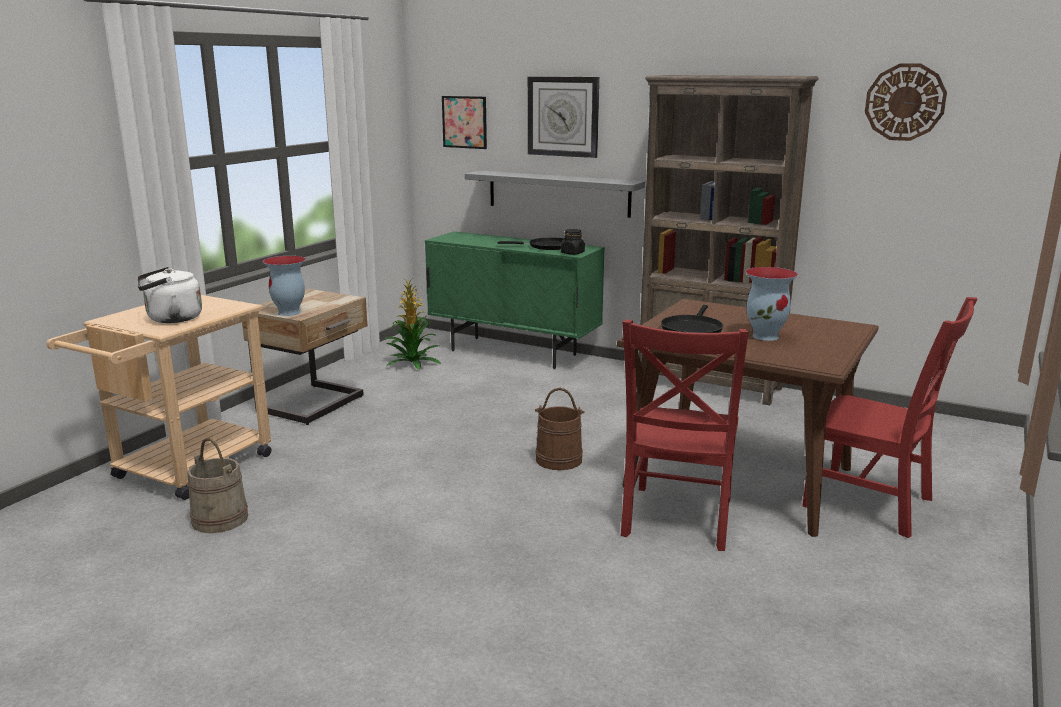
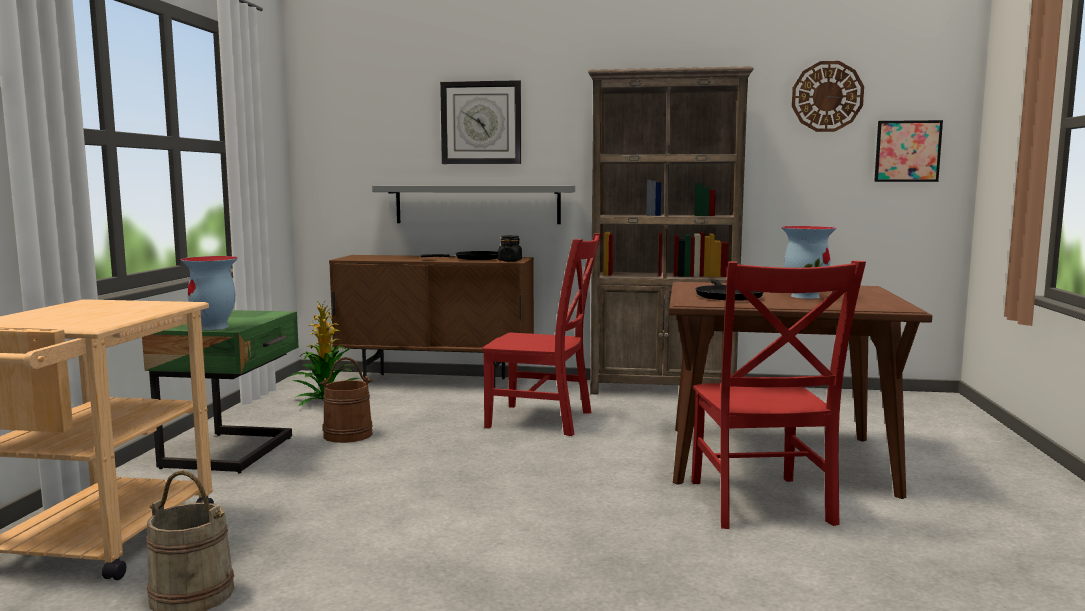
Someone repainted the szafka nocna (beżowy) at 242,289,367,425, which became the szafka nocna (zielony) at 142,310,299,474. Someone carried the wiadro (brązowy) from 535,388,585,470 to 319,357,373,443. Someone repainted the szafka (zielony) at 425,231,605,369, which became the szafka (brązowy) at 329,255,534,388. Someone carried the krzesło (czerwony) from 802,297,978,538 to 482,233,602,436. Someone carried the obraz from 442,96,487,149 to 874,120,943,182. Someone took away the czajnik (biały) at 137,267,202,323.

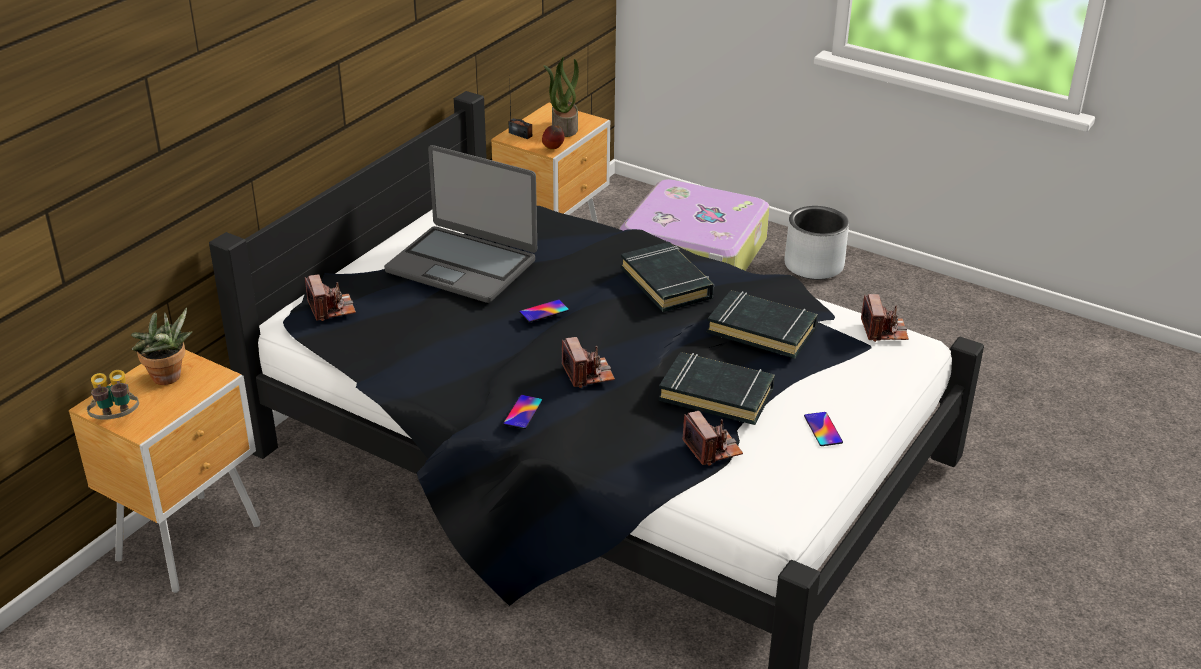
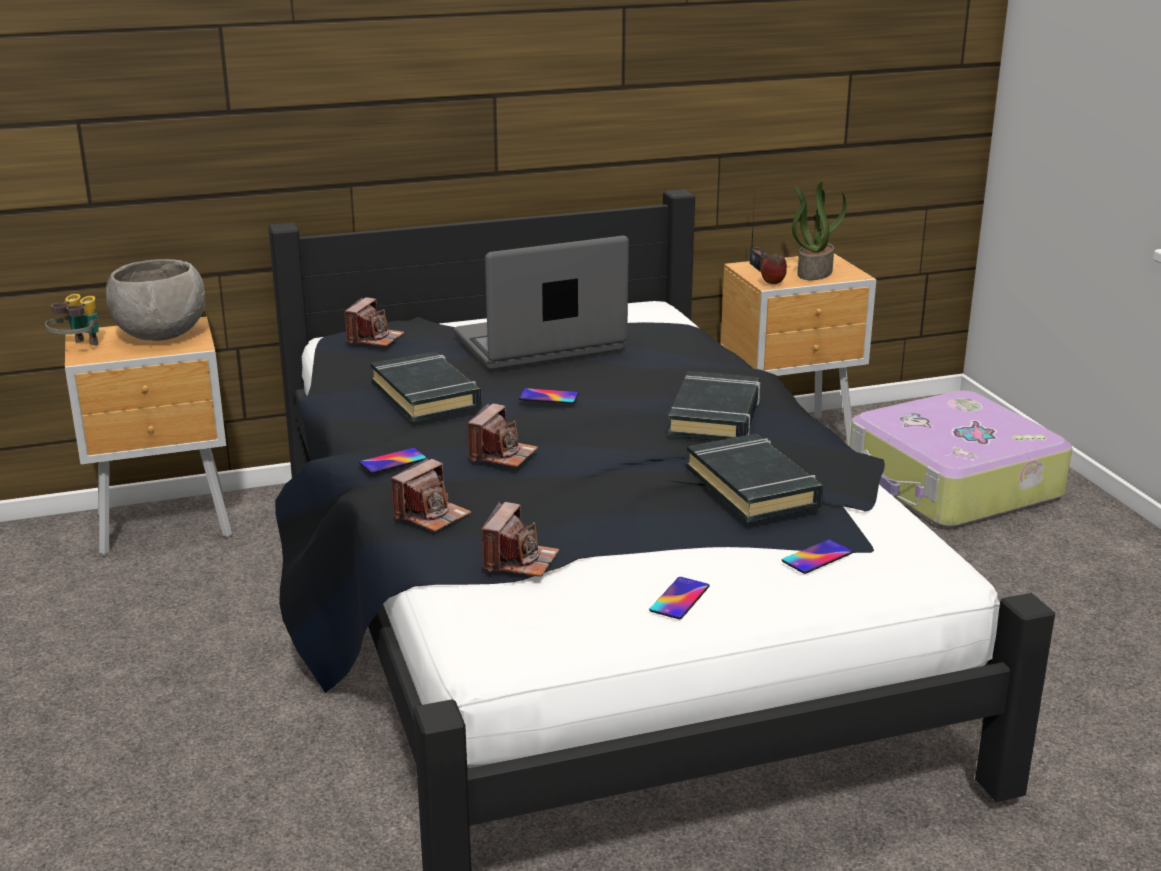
Someone swapped the roślina doniczkowa at 131,308,193,385 for the miska (szary) at 106,259,205,341. Someone carried the książka (czarny) from 658,352,775,425 to 371,352,482,422. Someone carried the aparat fotograficzny from 861,294,909,342 to 390,458,471,532. Someone rotated the laptop at 384,145,537,303 by 90 degrees clockwise. Someone put down the telefon at 782,539,853,574. Someone took away the donica (szary) at 785,206,849,280.

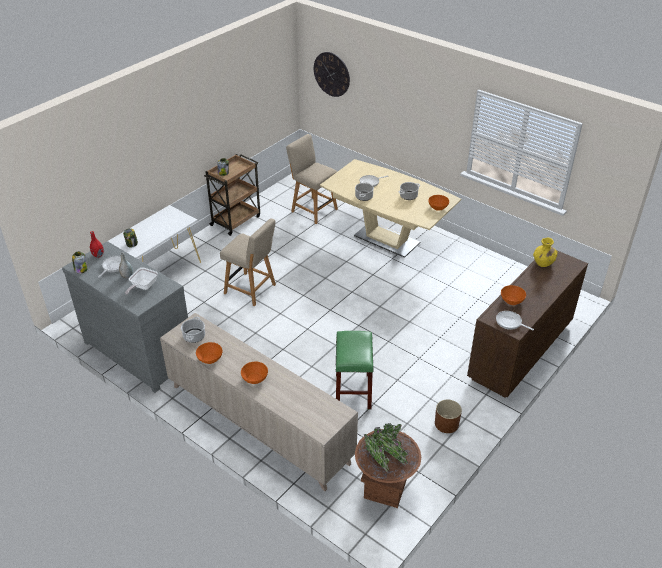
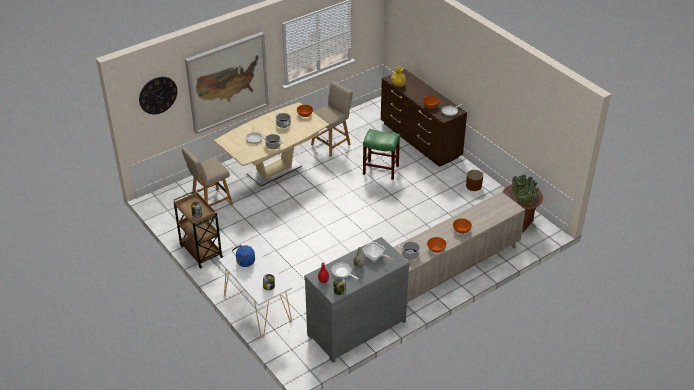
Someone put up the obraz at 185,32,269,134. Someone put down the czajnik (niebieski) at 232,245,255,267. Someone carried the krzesło (beżowy) from 220,219,276,306 to 311,81,353,157. Someone carried the stołek (zielony) from 336,331,374,410 to 363,129,400,180.

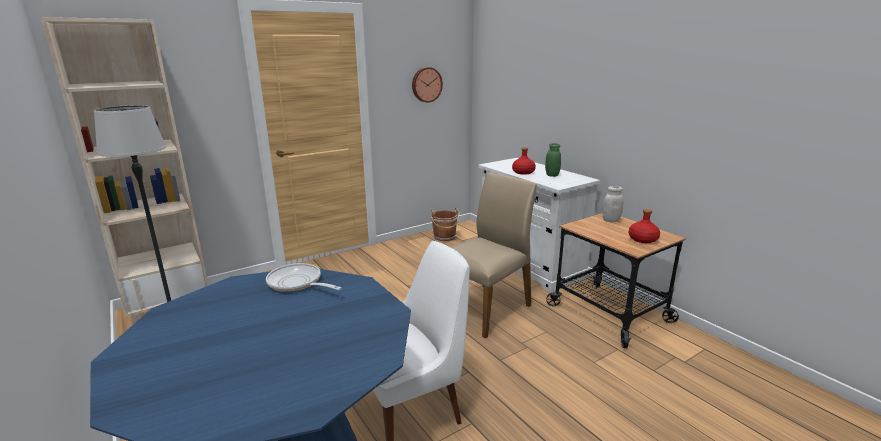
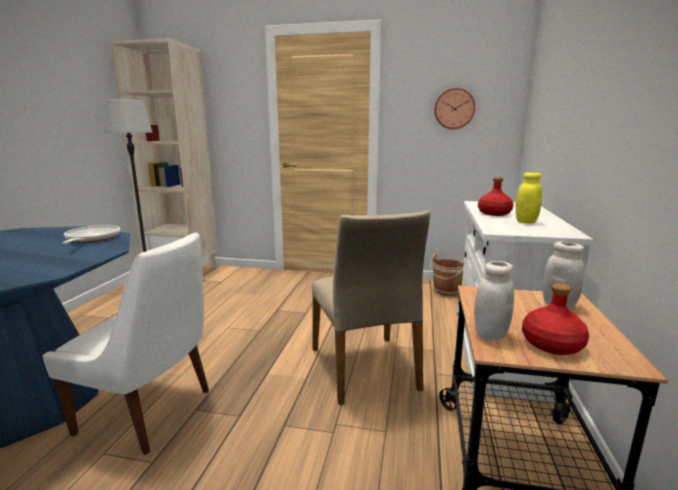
Someone rotated the krzesło (beżowy) at 451,173,537,338 by 75 degrees clockwise. Someone put down the słoik (biały) at 474,261,514,340. Someone repainted the słoik (zielony) at 545,143,561,177, which became the słoik (żółty) at 516,172,542,223.

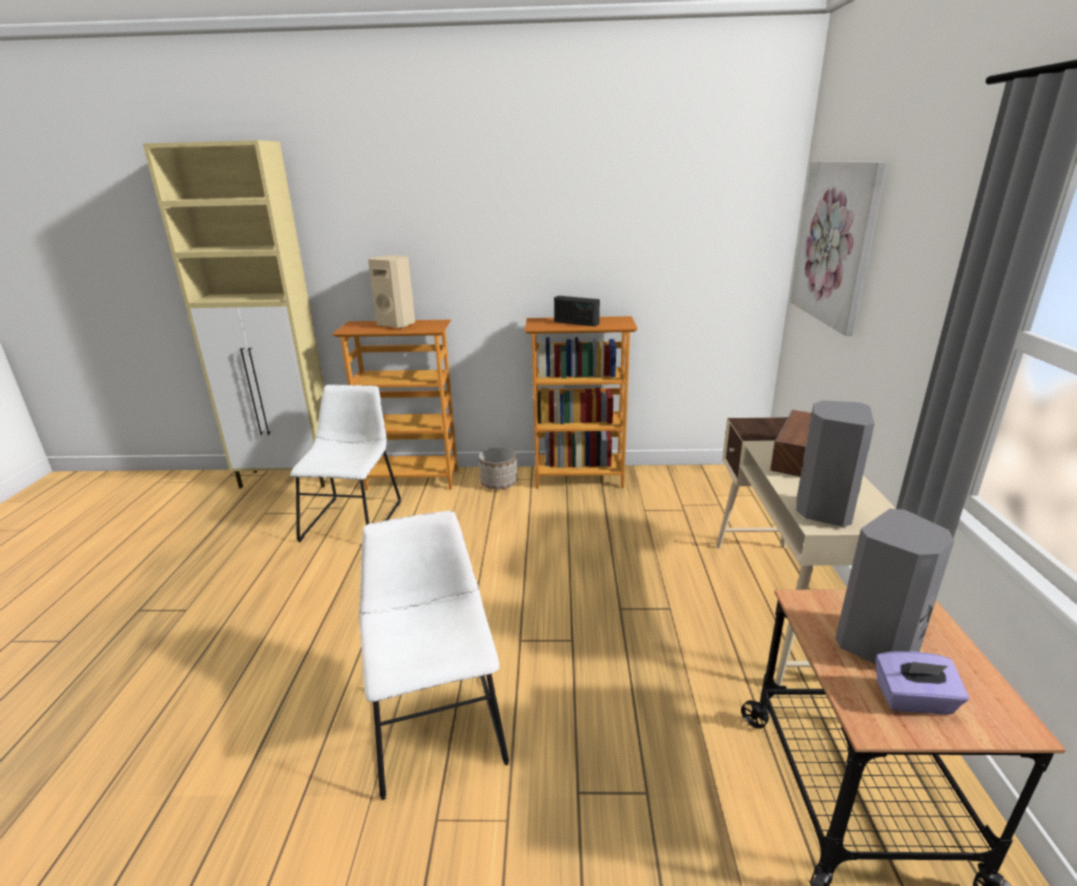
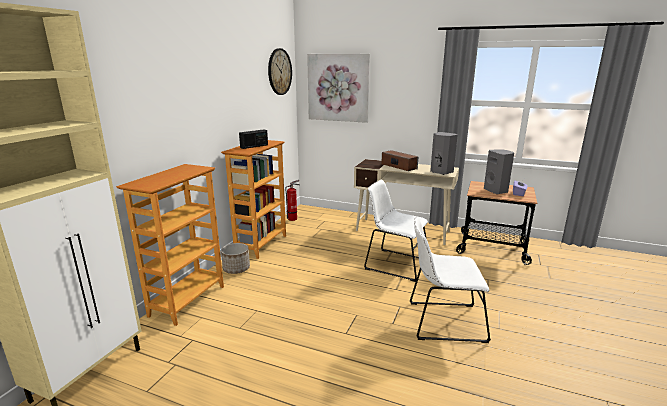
Someone put up the zegar ścienny at 268,48,292,95. Someone put down the gaśnica at 285,180,300,221. Someone carried the krzesło (biały) from 290,385,401,542 to 364,180,428,282. Someone took away the głośnik (beżowy) at 368,255,415,328.

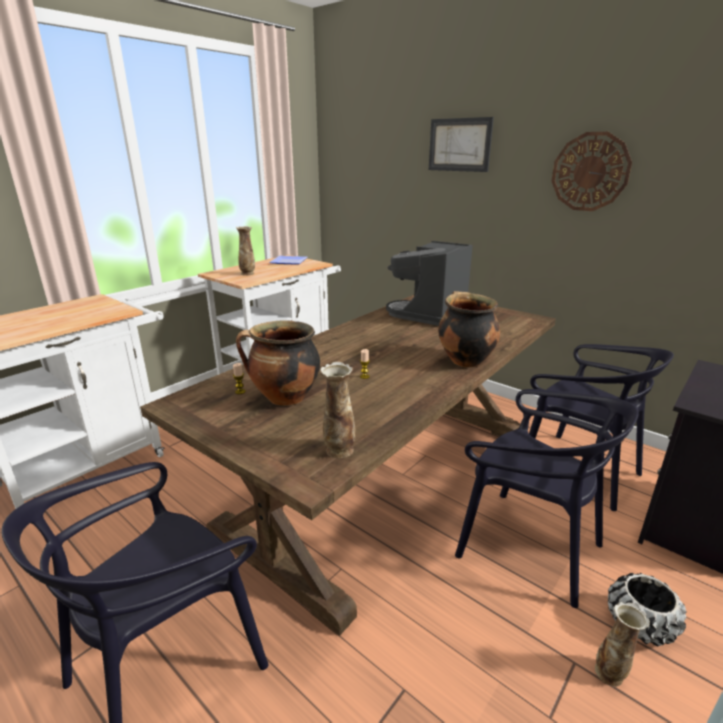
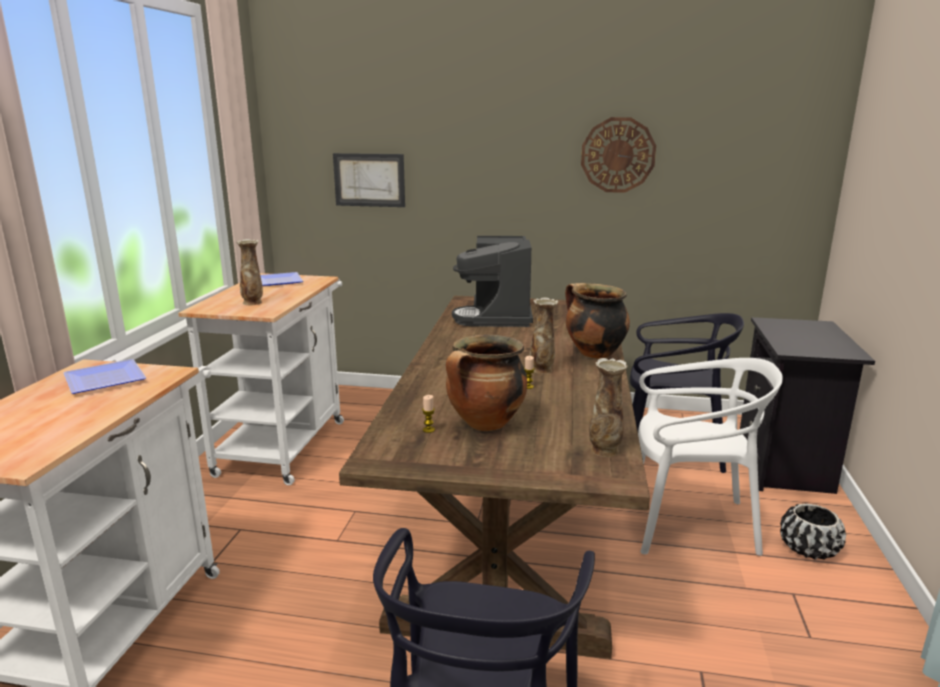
Someone put down the talerz at 64,359,146,394. Someone carried the obraz from 429,117,494,172 to 333,153,405,207. Someone carried the wazon from 595,602,650,687 to 530,298,558,374. Someone repainted the krzesło (czarny) at 455,389,639,608, which became the krzesło (biały) at 638,358,783,556.

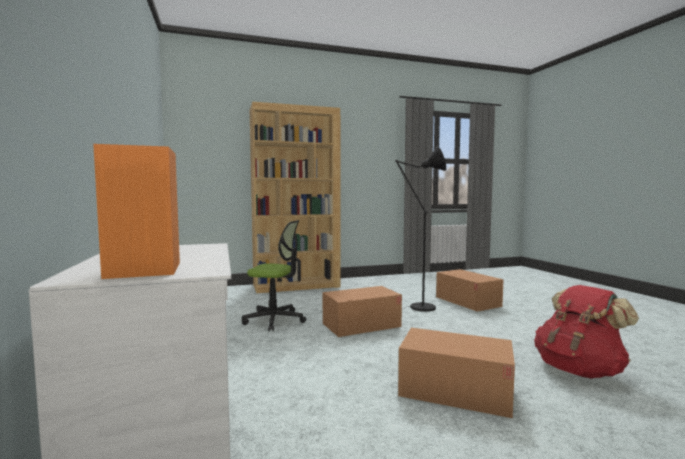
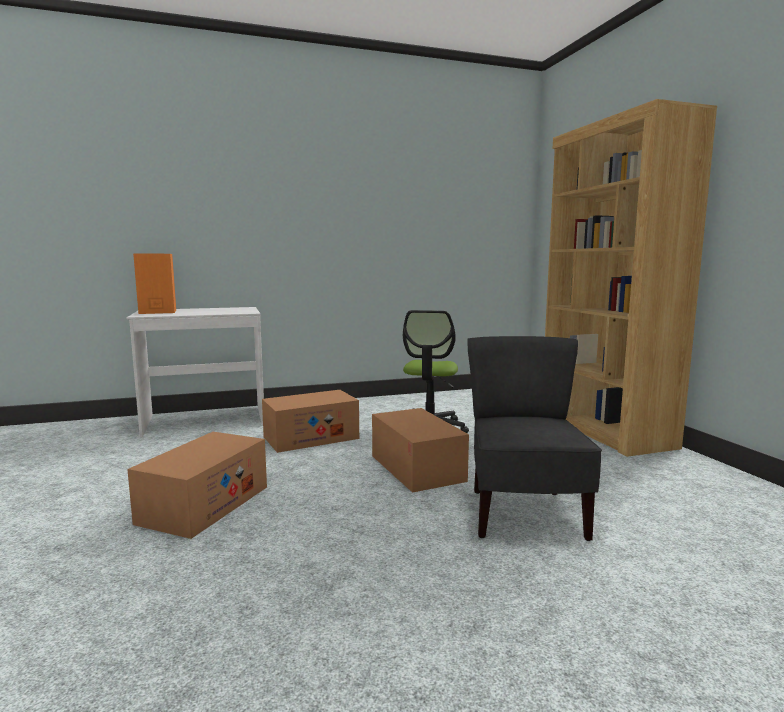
Someone carried the karton from 436,269,504,312 to 262,390,359,453. Someone swapped the lampa stojąca (czarny) at 395,146,446,312 for the krzesło (szary) at 467,336,602,541. Someone took away the plecak (czerwony) at 534,285,639,379.

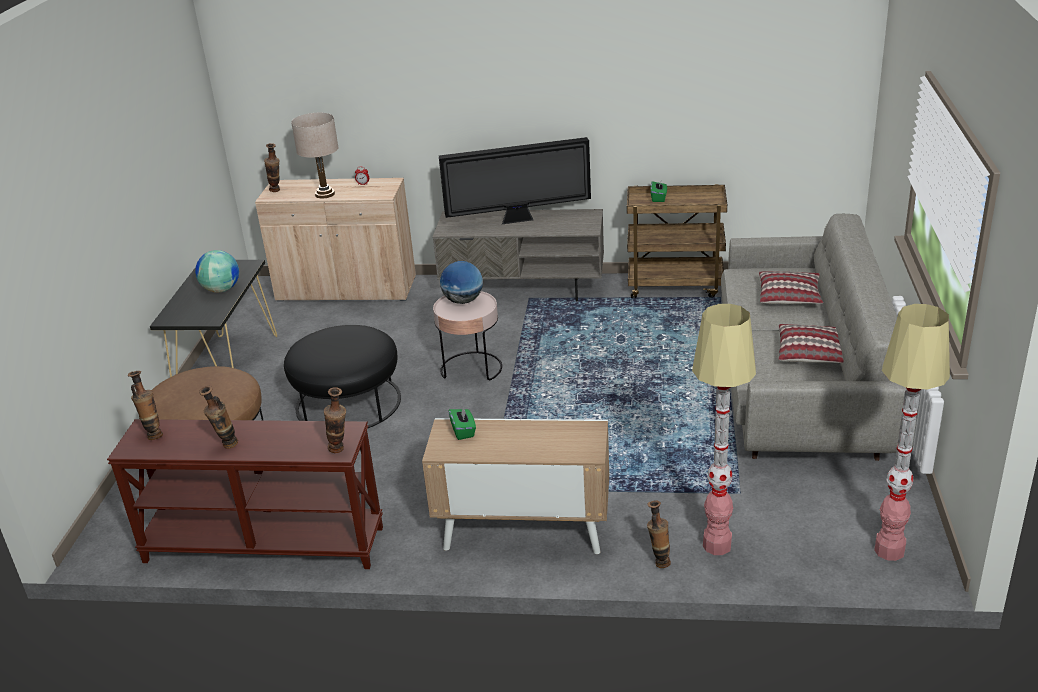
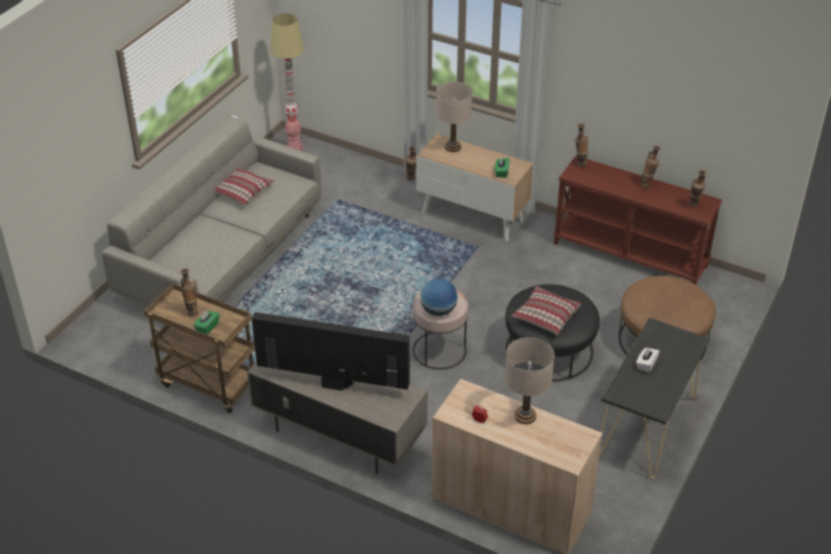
Someone carried the wazon from 264,143,280,192 to 180,268,198,316. Someone put down the lampa stołowa (beżowy) at 436,82,472,152. Someone carried the poduszka from 759,271,823,304 to 512,286,581,335. Someone swapped the globus at 195,250,239,293 for the pudełko chusteczek (biały) at 636,347,660,373. Someone took away the lampa stojąca at 692,304,756,555.

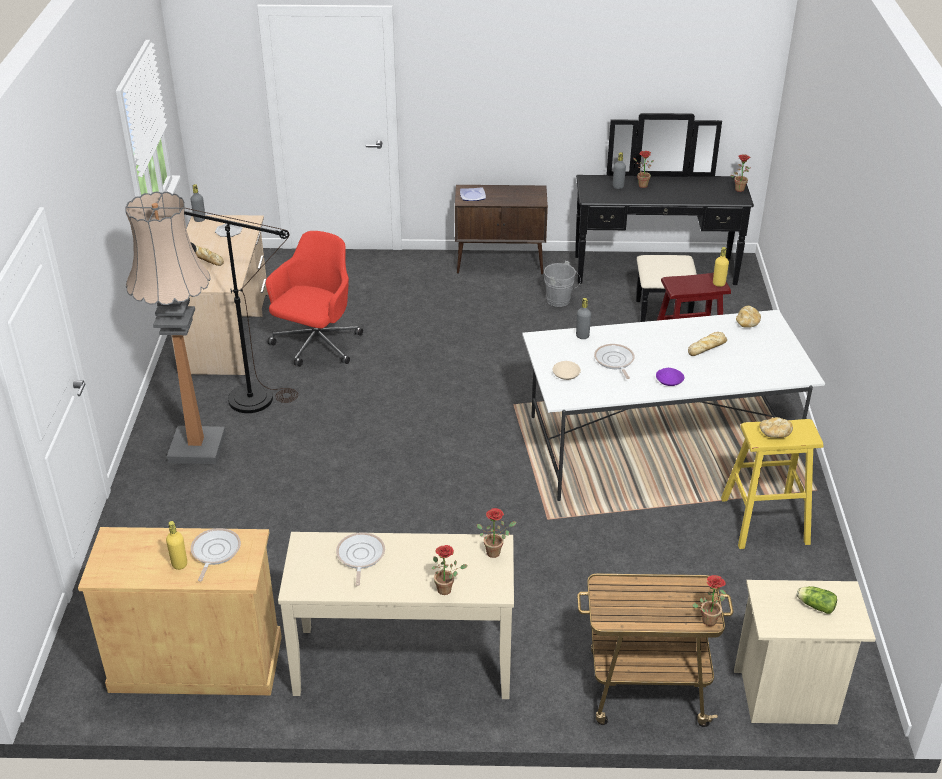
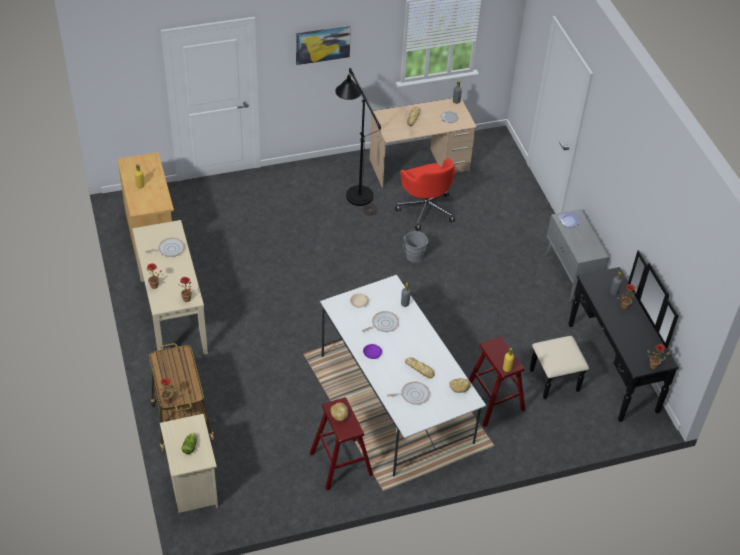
Someone put up the obraz at 296,26,351,65. Someone repainted the stołek (żółty) at 721,419,823,549, which became the stołek (czerwony) at 310,397,373,490. Someone carried the patelnia from 191,528,241,581 to 387,382,430,405. Someone rotated the krzesło biurowe (czerwony) at 266,231,363,367 by 60 degrees clockwise. Someone carried the wiadro (szary) from 544,261,581,307 to 404,231,429,263. Someone repainted the szafka (brązowy) at 455,185,548,275, which became the szafka (szary) at 545,209,609,303. Someone took away the lampa stojąca at 125,191,226,464.

